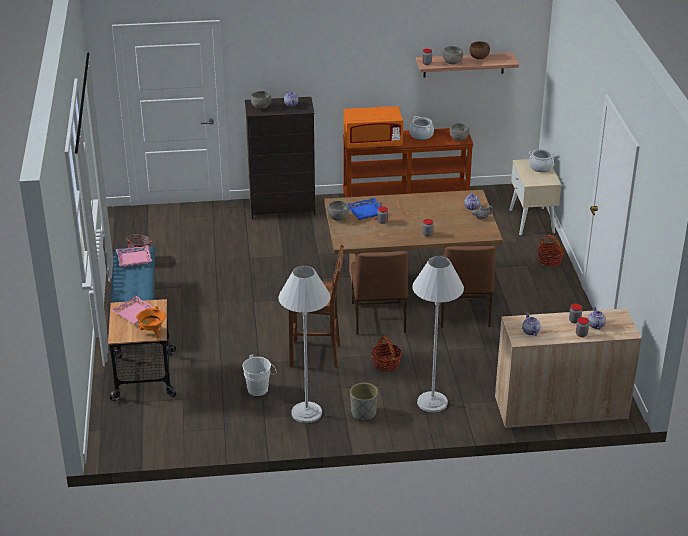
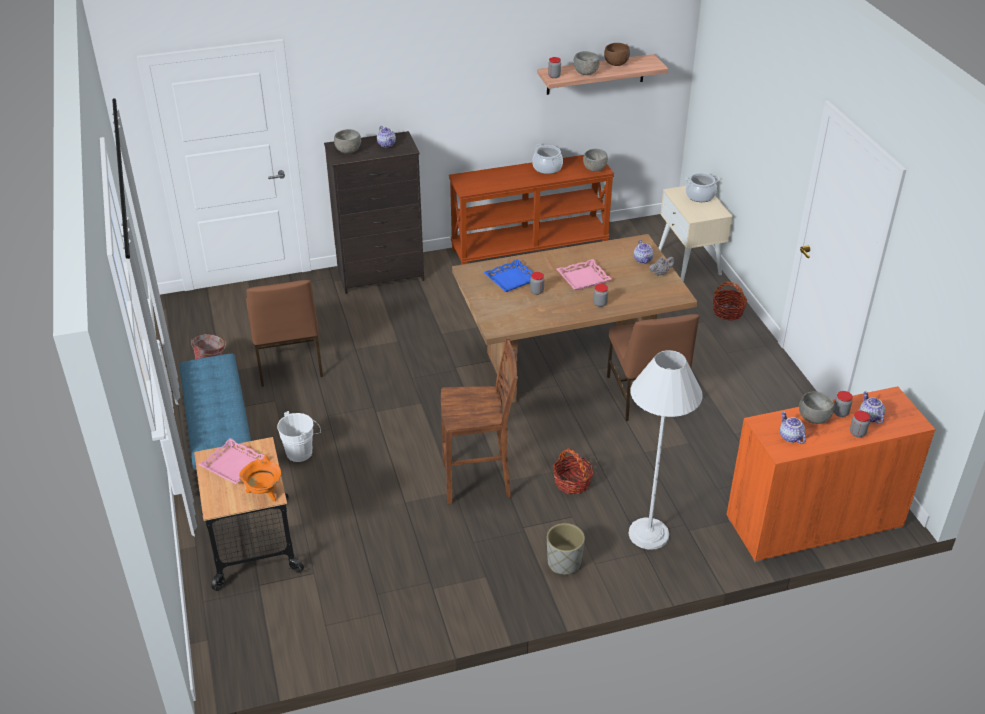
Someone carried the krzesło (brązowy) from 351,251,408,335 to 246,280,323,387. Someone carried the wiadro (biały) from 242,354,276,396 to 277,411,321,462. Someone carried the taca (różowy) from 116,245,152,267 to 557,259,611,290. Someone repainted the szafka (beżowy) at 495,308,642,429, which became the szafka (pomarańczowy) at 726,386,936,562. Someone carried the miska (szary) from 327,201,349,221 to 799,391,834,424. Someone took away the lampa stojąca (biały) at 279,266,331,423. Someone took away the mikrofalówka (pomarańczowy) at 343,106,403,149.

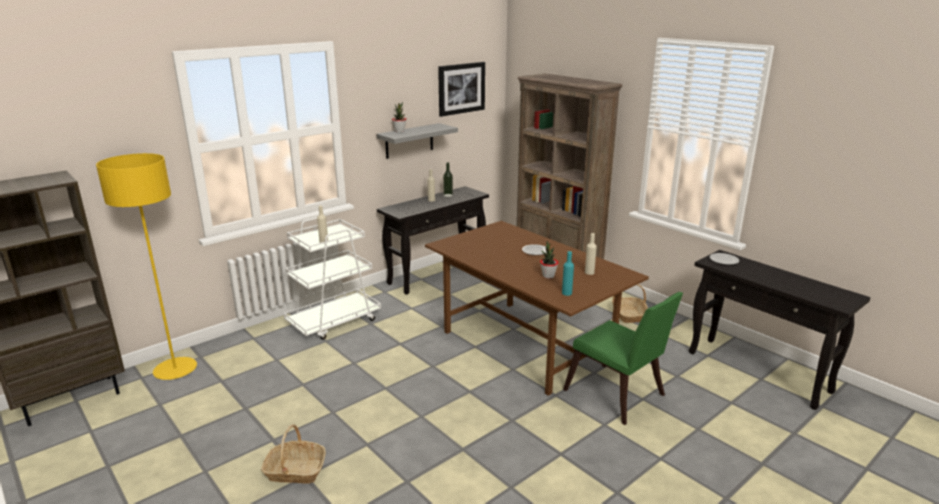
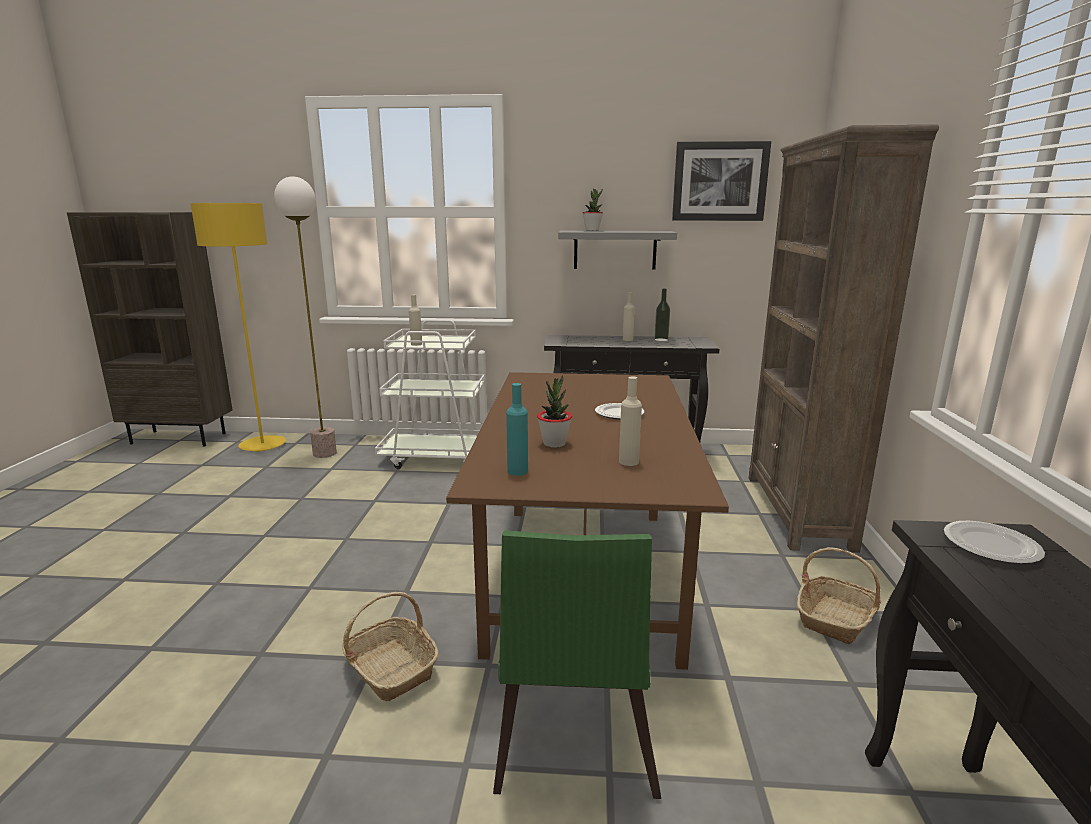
Someone put down the lampa stojąca at 274,176,337,458. Someone carried the koszyk from 261,424,326,483 to 342,592,439,701.

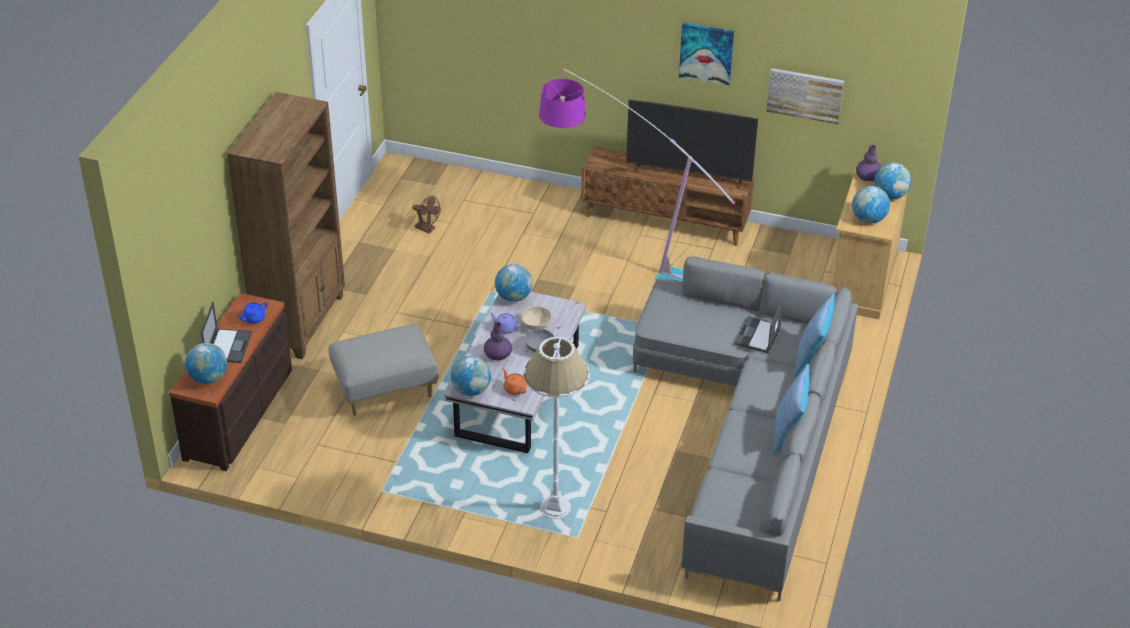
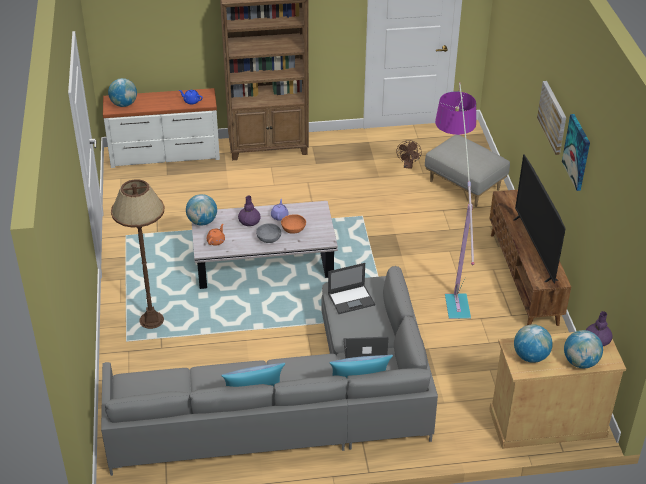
Someone repainted the komoda (brązowy) at 169,293,292,471, which became the komoda (biały) at 103,88,220,168. Someone repainted the lampa stojąca (biały) at 524,337,590,519, which became the lampa stojąca (brązowy) at 111,179,165,329. Someone repainted the miska (beżowy) at 521,306,551,330, which became the miska (pomarańczowy) at 281,214,306,234. Someone carried the laptop from 201,302,252,363 to 328,263,375,314. Someone carried the pufa (szary) from 329,324,439,416 to 425,135,510,207. Someone carried the obraz from 766,68,844,125 to 537,81,566,155. Someone took away the globus at 495,264,533,302.

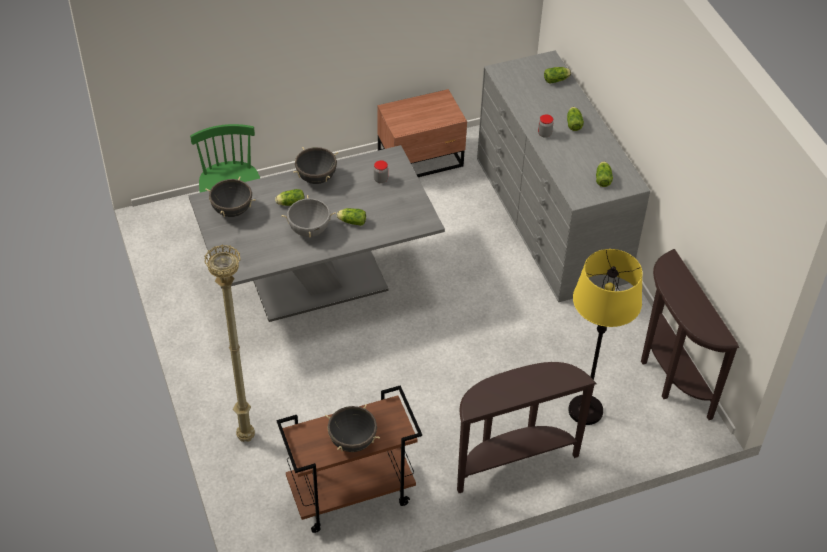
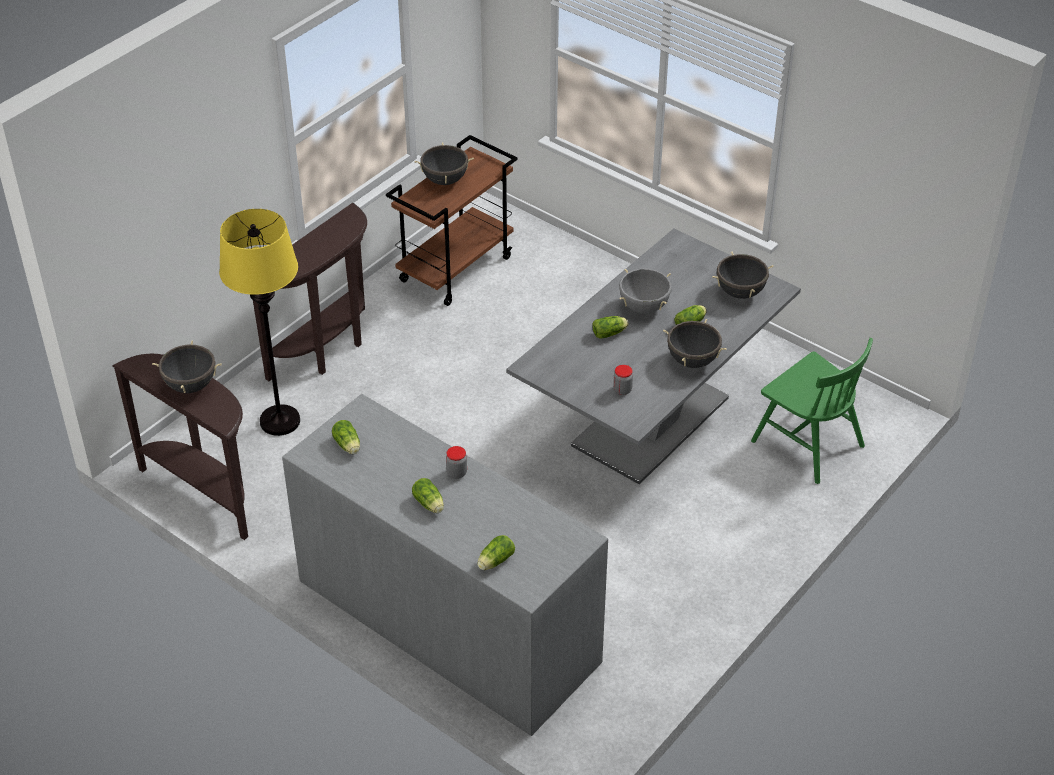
Someone put down the garnek (czarny) at 152,340,222,393. Someone took away the lampa stojąca (beżowy) at 204,245,255,442. Someone took away the szafka nocna (brązowy) at 377,89,467,177.

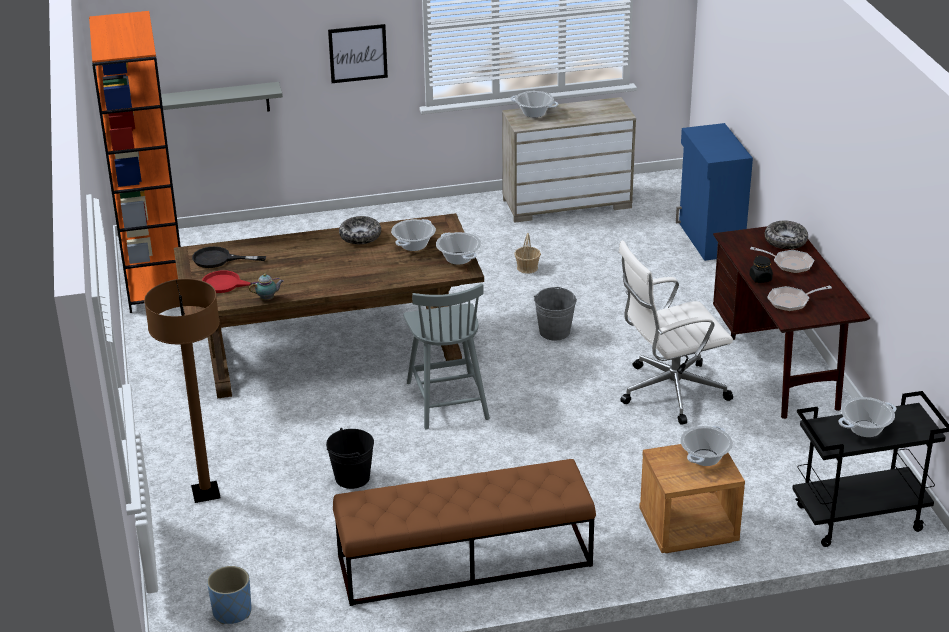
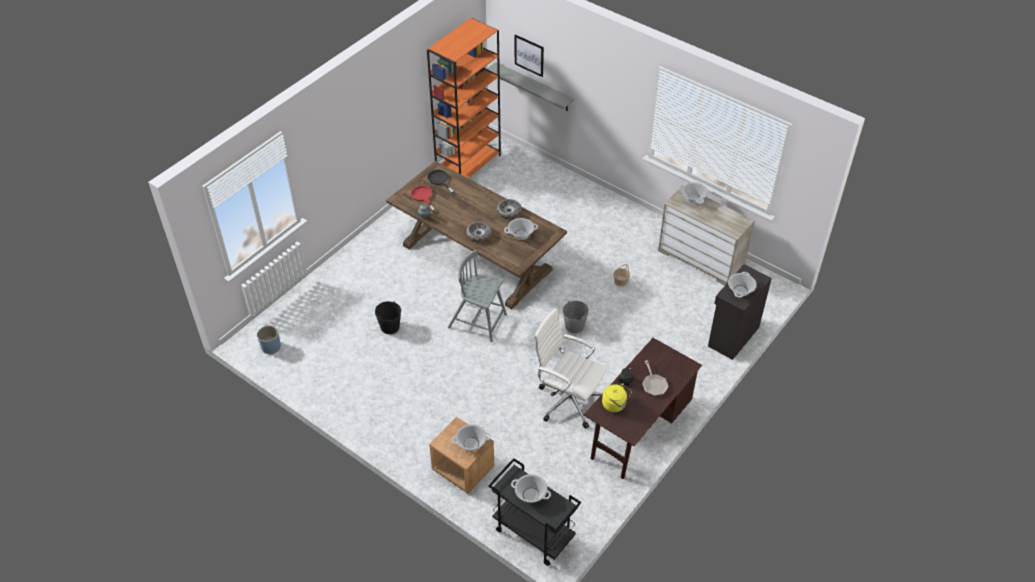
Someone rotated the krzesło (szary) at 403,283,490,430 by 75 degrees clockwise. Someone carried the miska from 765,221,808,249 to 466,221,492,242. Someone carried the obraz from 328,24,388,83 to 515,35,544,77. Someone swapped the patelnia at 767,286,832,312 for the czajnik (żółty) at 602,383,632,412. Someone repainted the szafka (niebieski) at 676,123,753,261, which became the szafka (czarny) at 708,264,772,360. Someone carried the garnek from 436,232,481,265 to 728,272,757,298. Someone took away the lampa stojąca (brązowy) at 144,279,220,503. Someone took away the ławka (brązowy) at 333,459,596,606.

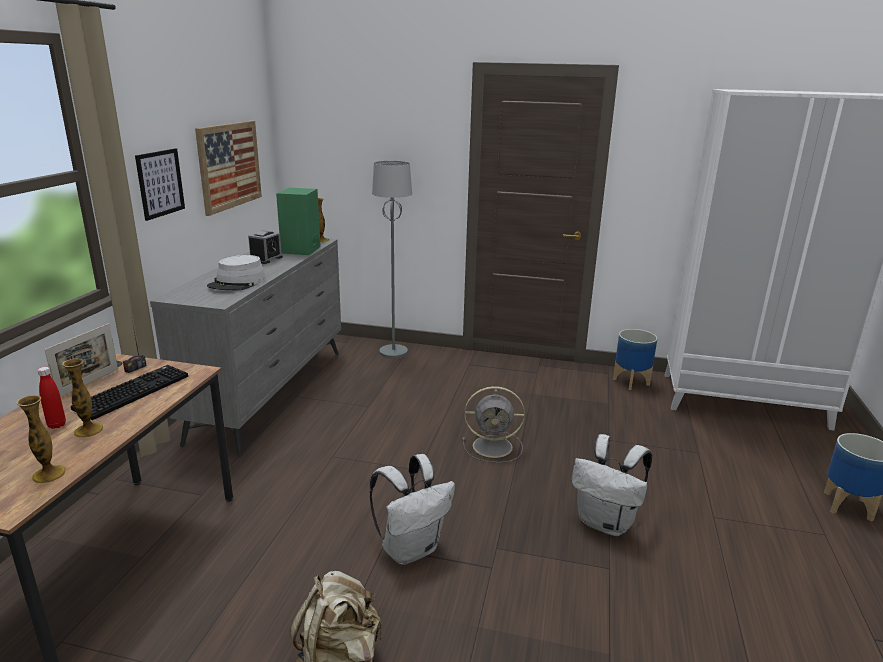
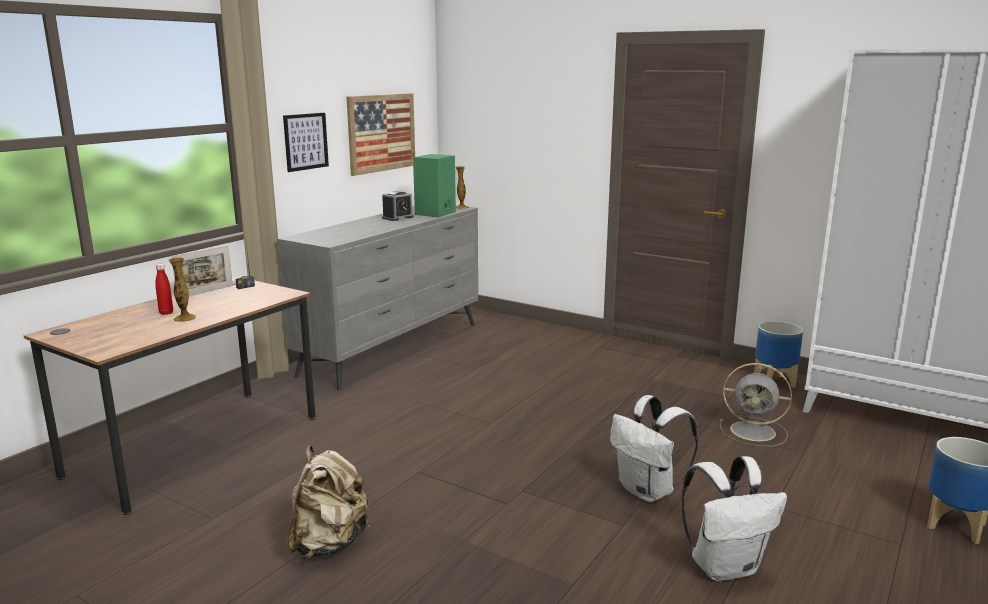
Someone carried the plecak (biały) from 369,454,455,565 to 681,456,787,581. Someone carried the wentylator (szary) from 462,386,525,463 to 720,363,792,447. Someone took away the wazon at 16,395,66,484. Someone took away the klawiatura at 71,365,188,420. Someone took away the kapelusz (szary) at 207,255,266,290. Someone took away the lampa stojąca (szary) at 372,161,412,358.

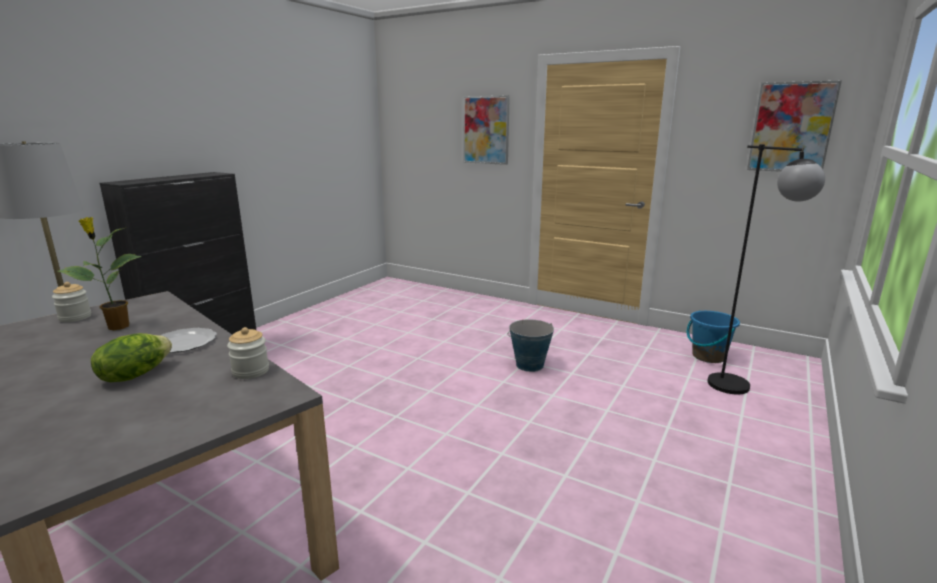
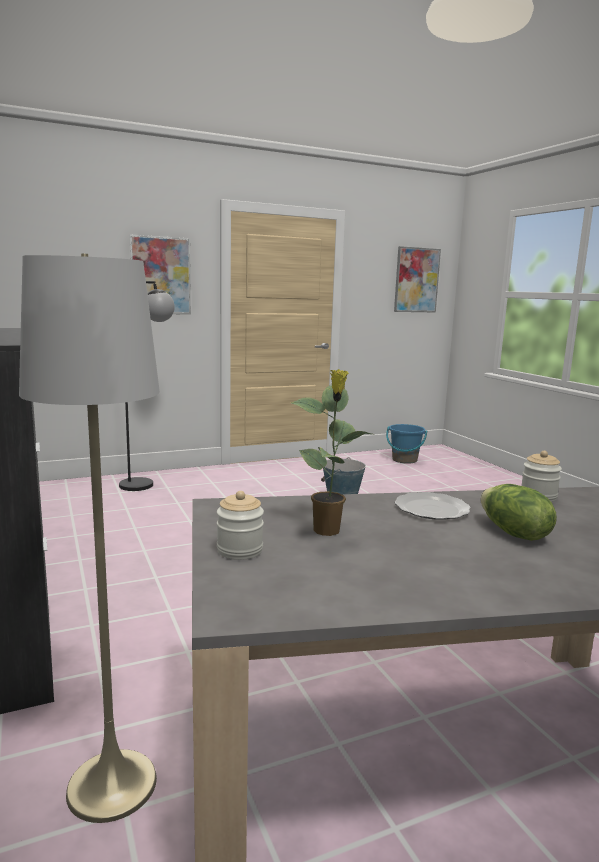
Someone carried the lampa stojąca (czarny) from 707,144,825,394 to 119,281,175,491.

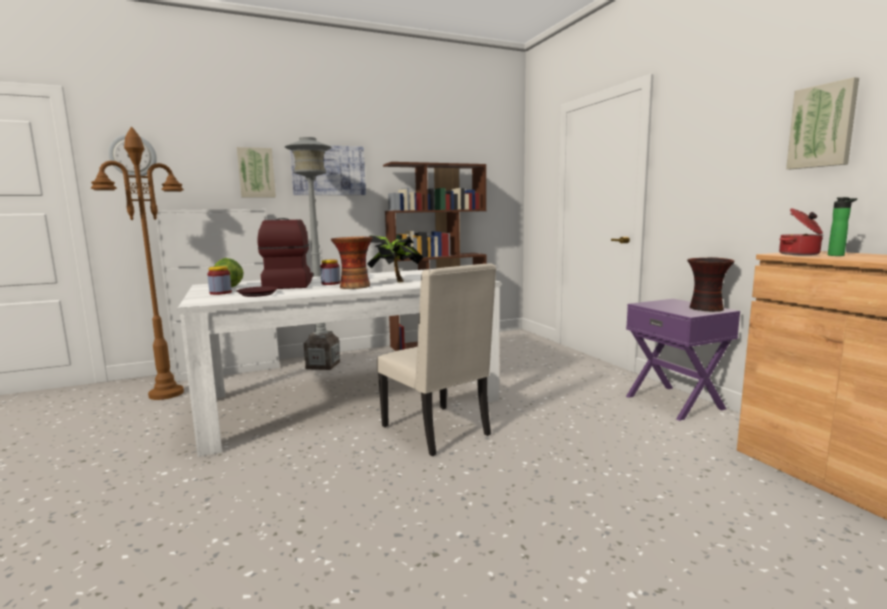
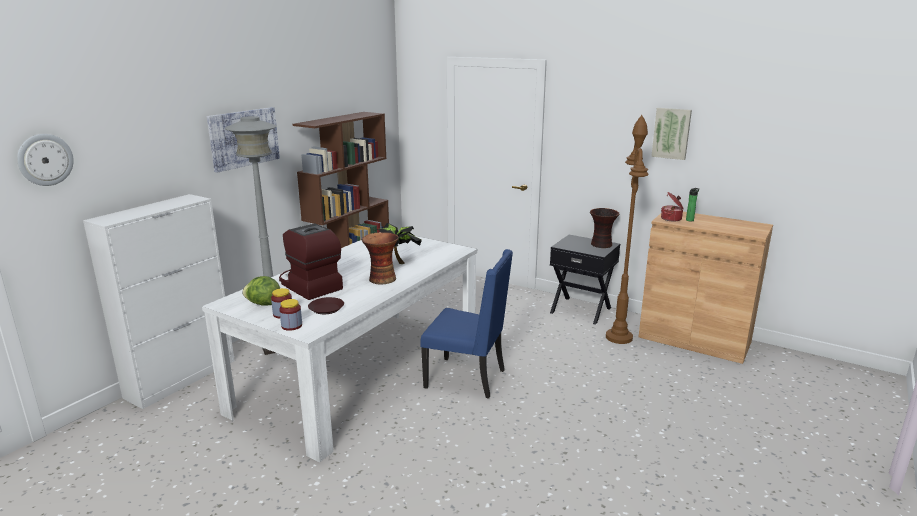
Someone carried the słoik from 320,260,340,285 to 279,299,302,331. Someone repainted the krzesło (beżowy) at 377,263,496,456, which became the krzesło (niebieski) at 420,249,513,399. Someone repainted the szafka nocna (fioletowy) at 626,299,740,421, which became the szafka nocna (czarny) at 550,235,620,325. Someone carried the lampa stojąca (brązowy) from 91,127,184,400 to 606,115,649,344. Someone took away the obraz at 237,147,276,198.

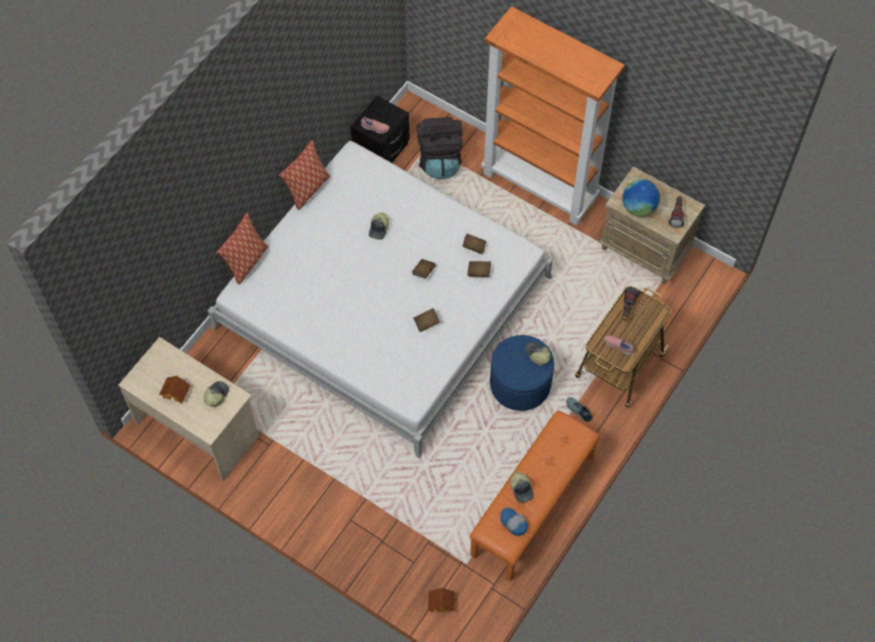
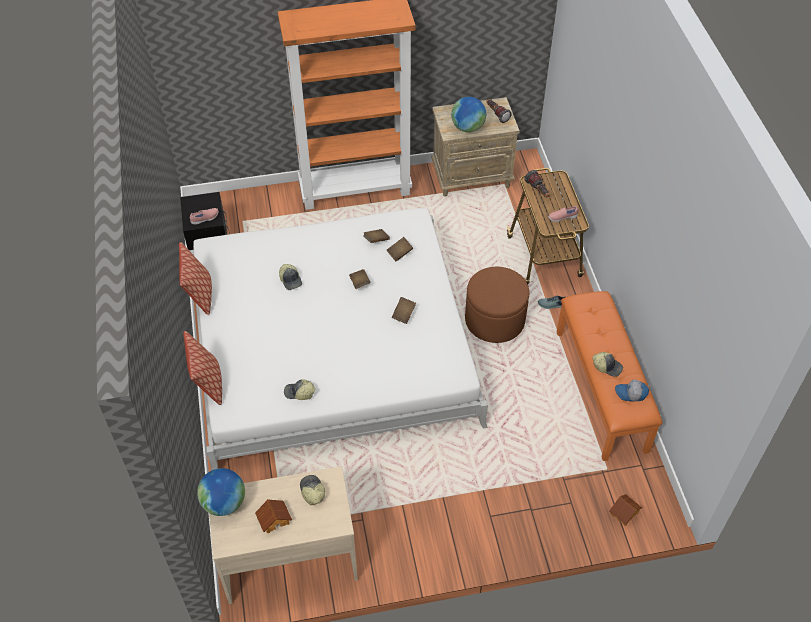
Someone put down the globus at 197,468,245,516. Someone carried the czapka z daszkiem from 525,342,550,366 to 284,379,316,400. Someone repainted the pufa (niebieski) at 490,335,554,411, which became the pufa (brązowy) at 465,267,529,343. Someone took away the plecak (czarny) at 416,117,463,179.

